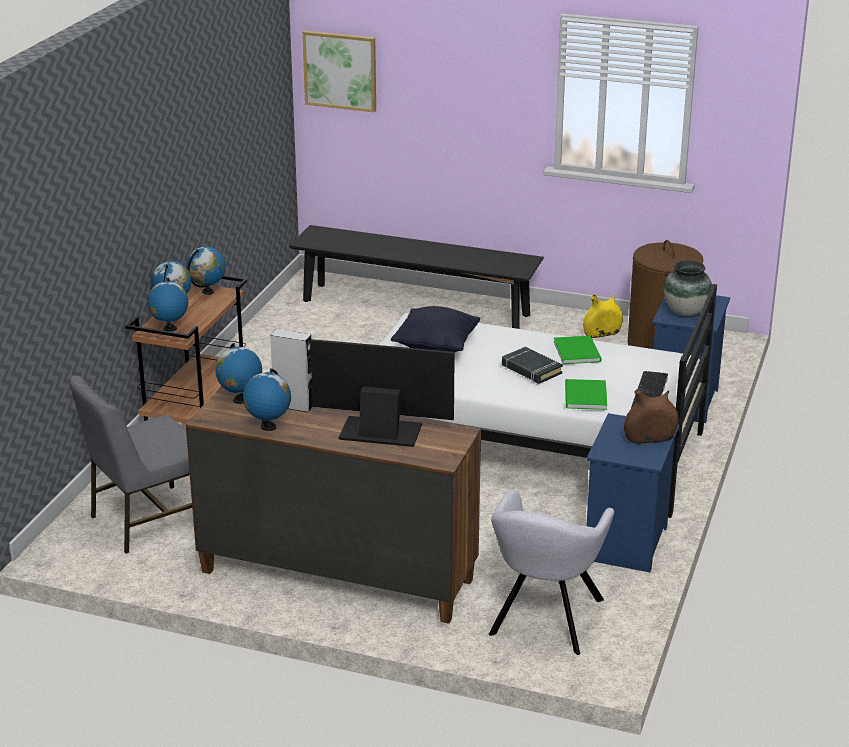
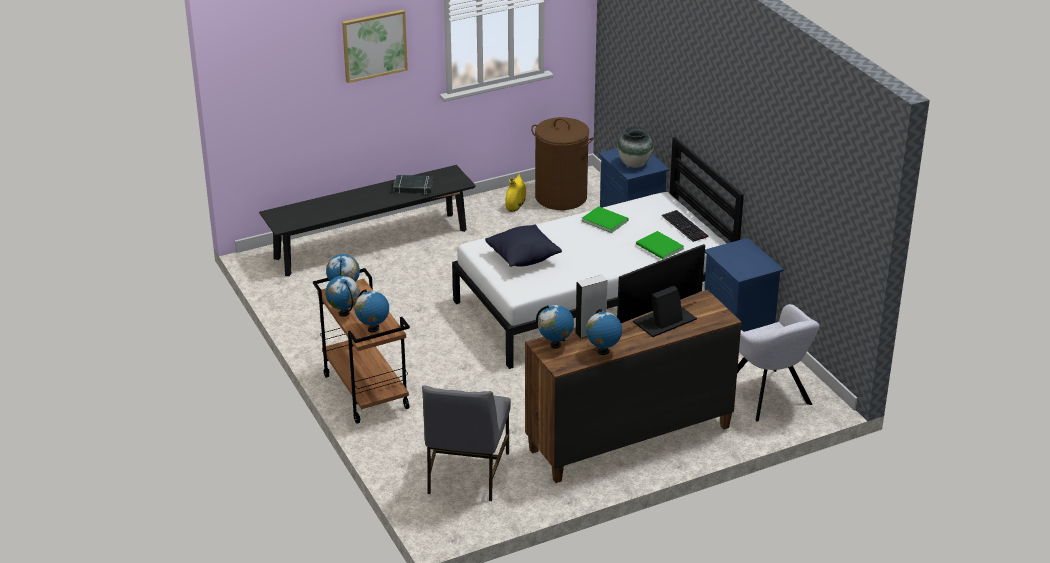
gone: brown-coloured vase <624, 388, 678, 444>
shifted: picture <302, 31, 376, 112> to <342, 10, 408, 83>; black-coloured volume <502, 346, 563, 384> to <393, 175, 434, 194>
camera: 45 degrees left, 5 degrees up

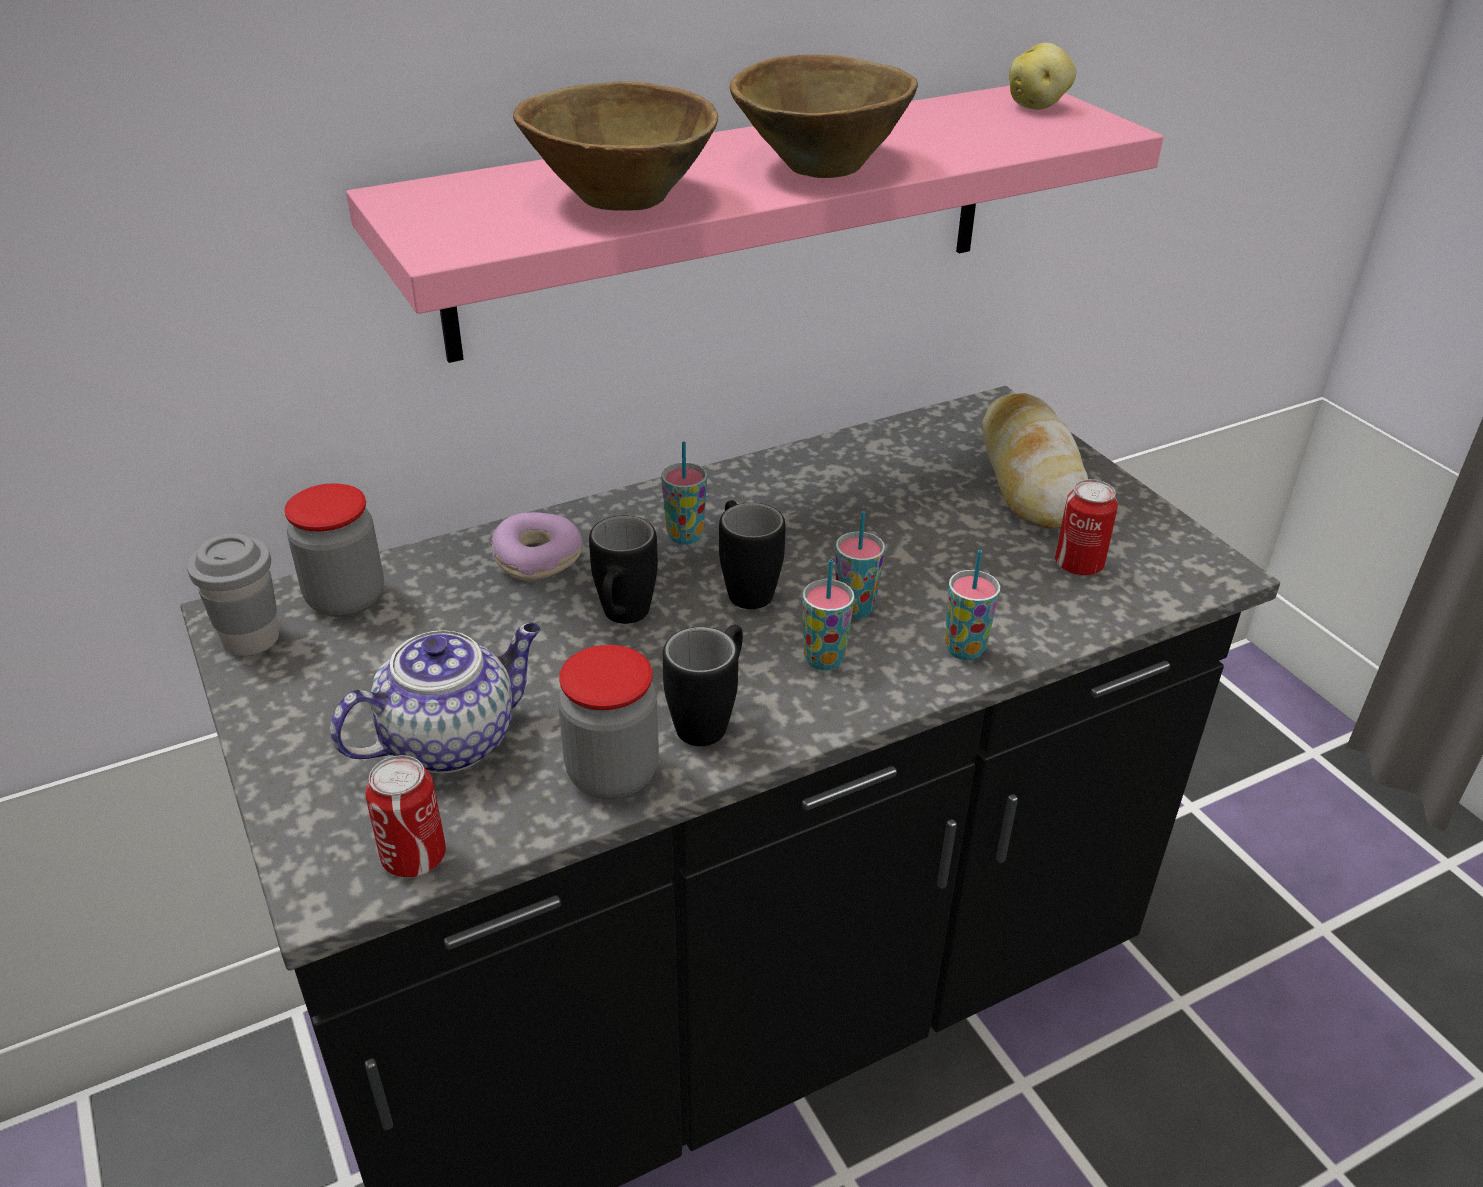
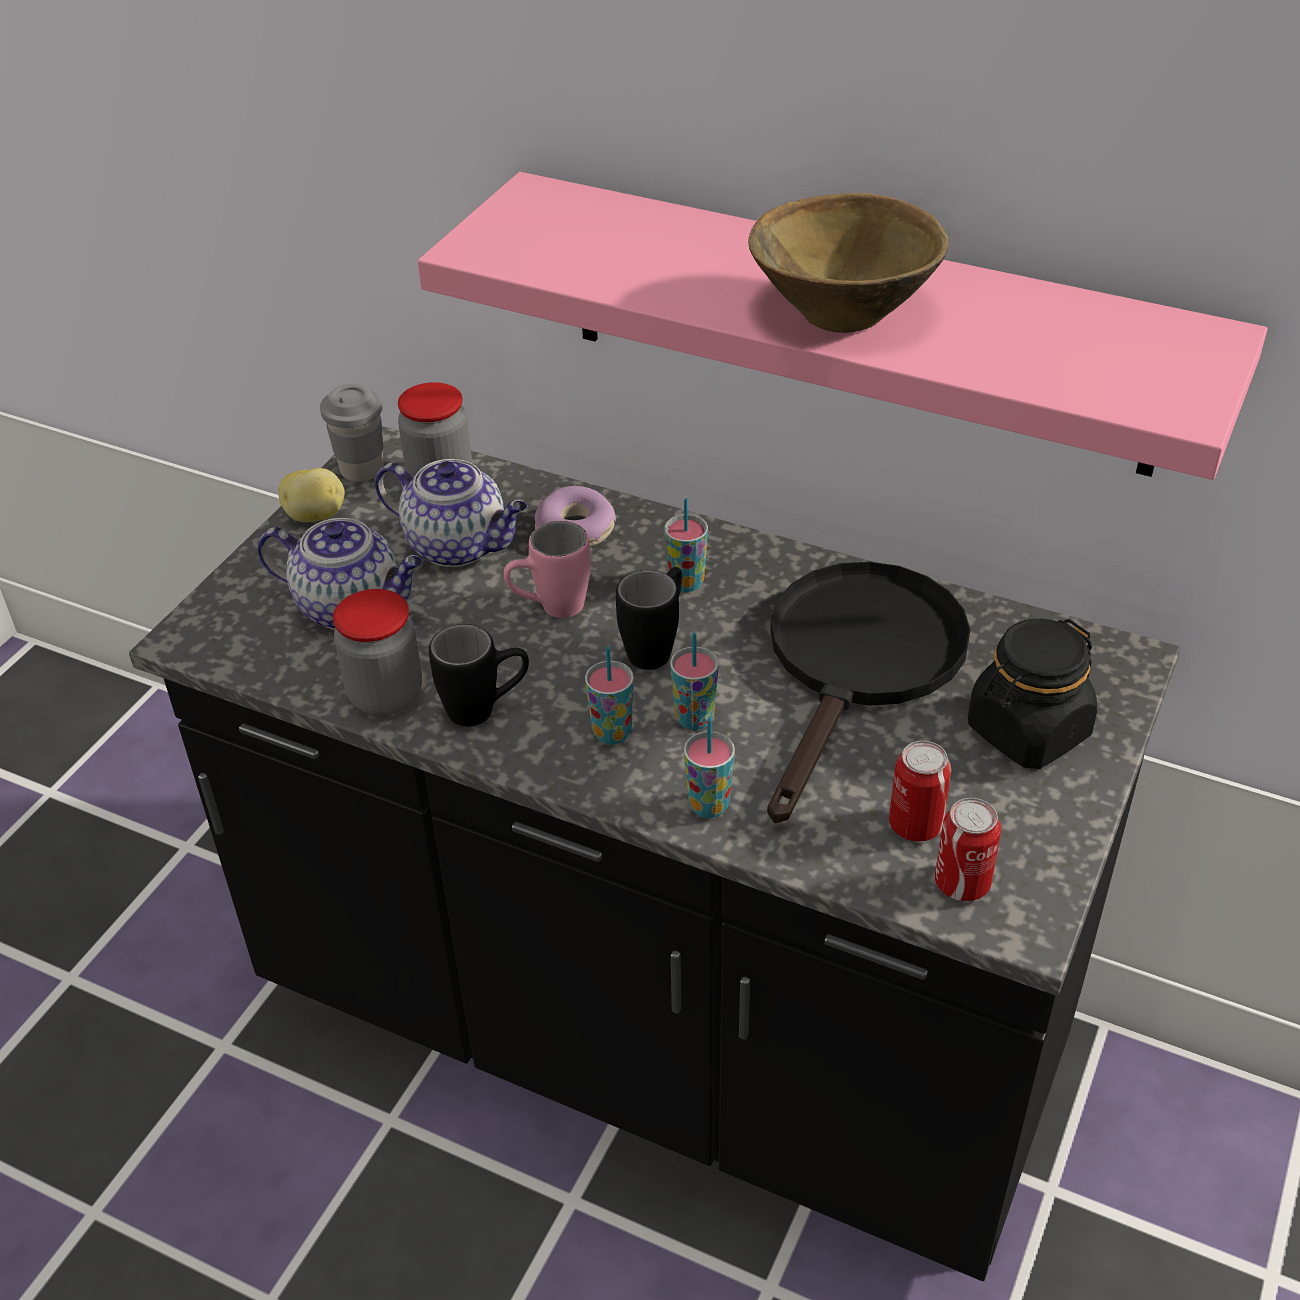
gone: brown-coloured serving bowl <513, 81, 718, 211>
new: teapot <375, 459, 527, 567>; black-coloured pan <767, 562, 970, 823>
shifted: spud <1009, 43, 1076, 110> to <278, 468, 345, 522>; sealed can <365, 755, 446, 878> to <935, 798, 1001, 901>
swapped: bread <982, 393, 1088, 528> to black-coloured preserve jar <968, 619, 1097, 769>
repainted: black-coloured tea mug <589, 516, 658, 624> to pinkish tea mug <504, 521, 591, 618>
camera: 55 degrees right, 5 degrees up

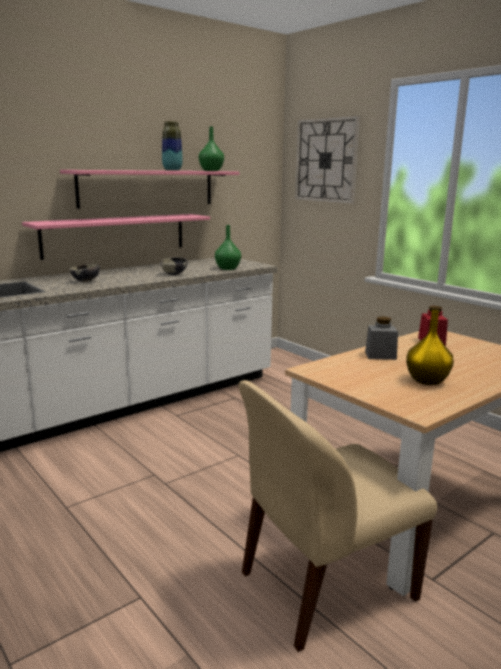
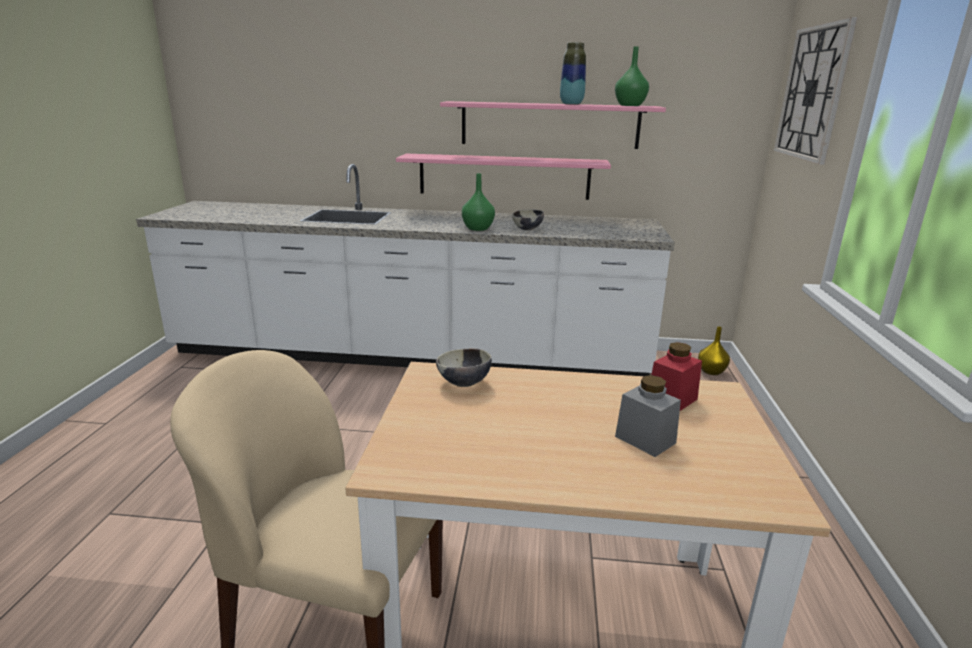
shifted: green-coloured vase <215, 225, 241, 270> to <462, 173, 495, 231>; serving bowl <69, 264, 100, 282> to <436, 348, 492, 387>; yellowish vase <406, 310, 454, 385> to <698, 326, 730, 375>; grey preserve jar <365, 316, 398, 360> to <615, 375, 681, 457>
camera: 45 degrees right, 5 degrees up

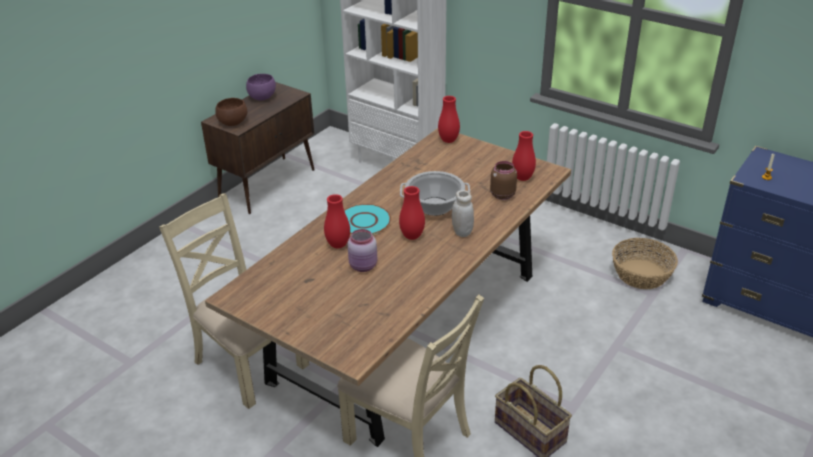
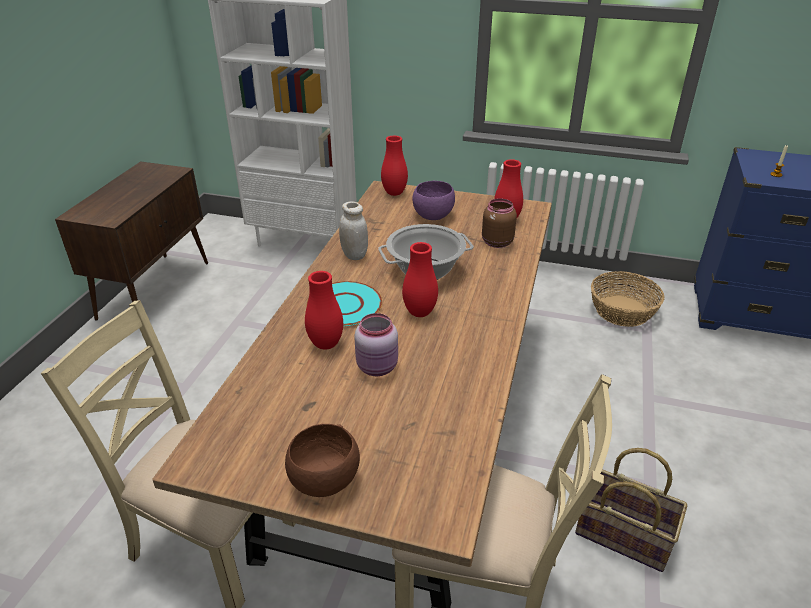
shifted: purplish serving bowl <246, 74, 276, 100> to <412, 181, 455, 220>; brown-coloured serving bowl <215, 98, 247, 126> to <285, 424, 360, 497>; white-coloured preserve jar <452, 190, 474, 237> to <339, 201, 368, 260>
camera: 20 degrees left, 0 degrees up

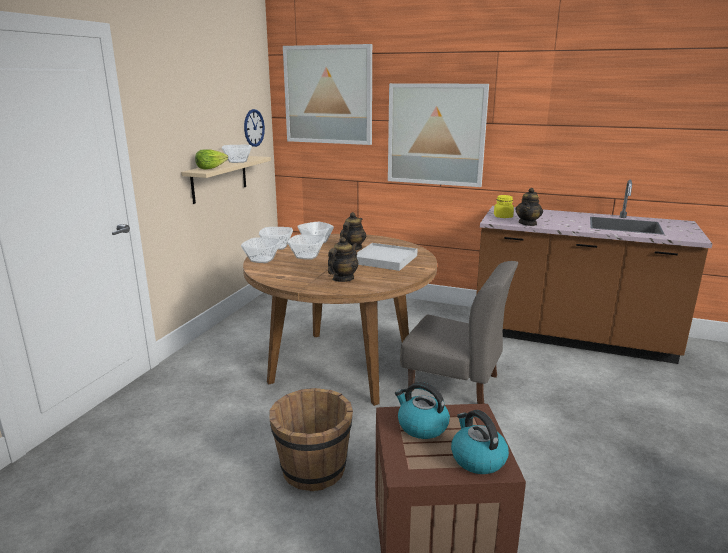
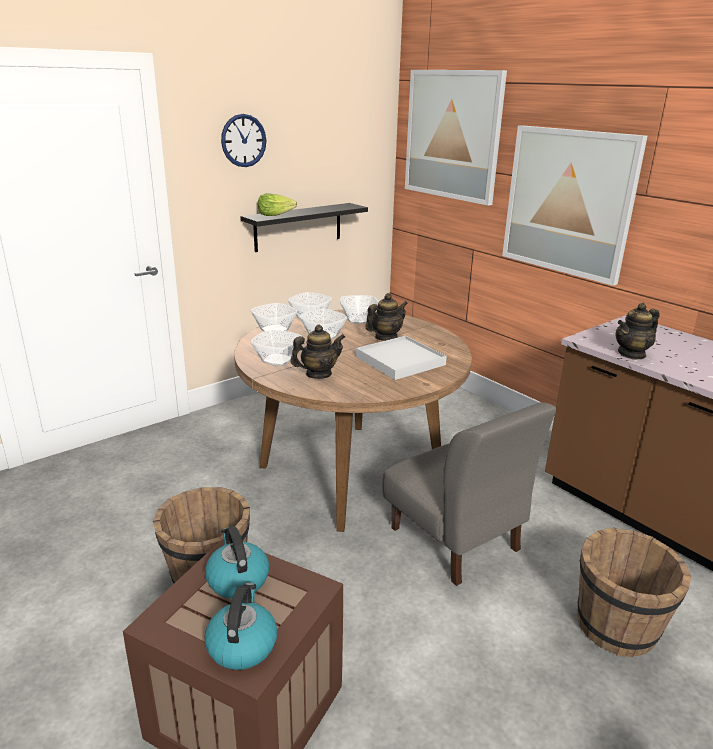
gone: yellowish preserve jar <494, 195, 514, 218>
new: brown-coloured water bucket <577, 527, 691, 657>
shifted: wall clock <244, 109, 265, 147> to <221, 114, 266, 167>; serving bowl <222, 145, 252, 163> to <251, 330, 302, 366>
repainted: beige shelf <181, 156, 271, 204> to black-coloured shelf <240, 203, 368, 252>
camera: 30 degrees right, 5 degrees up

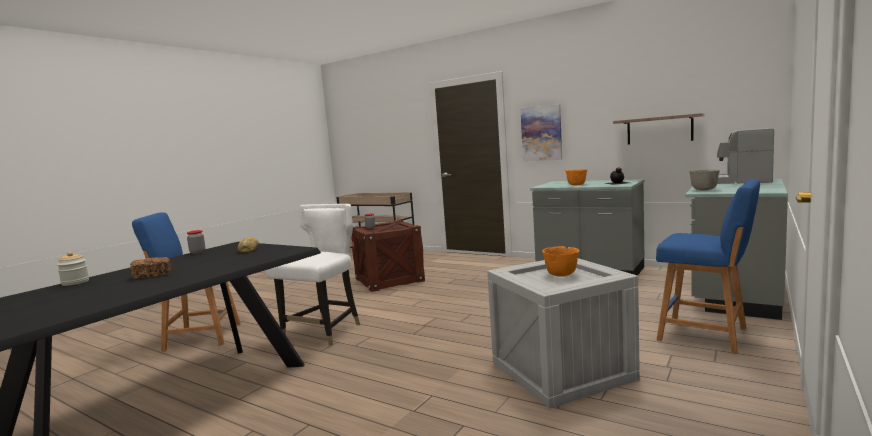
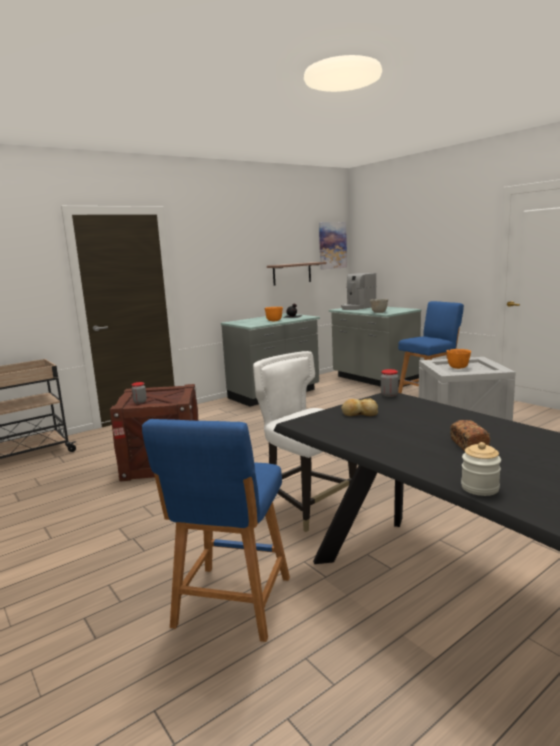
shifted: picture <520, 104, 562, 162> to <319, 222, 347, 270>; preserve jar <187, 230, 206, 254> to <381, 369, 399, 397>
camera: 70 degrees left, 5 degrees up

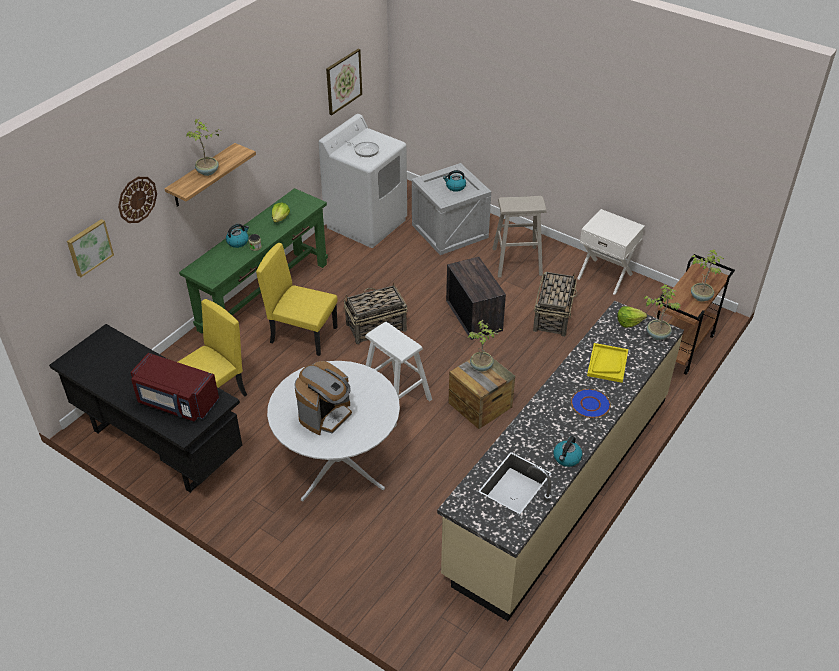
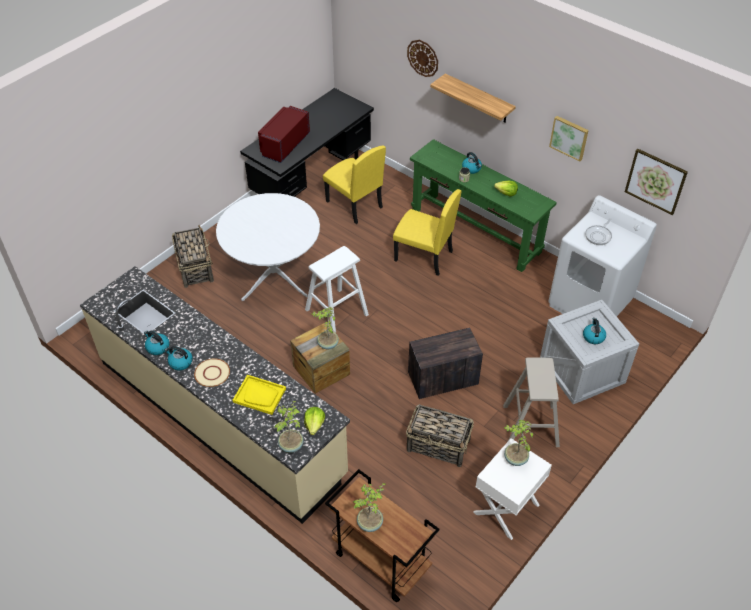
gone: coffee machine <295, 361, 352, 435>
new: kettle <164, 346, 193, 370>
shifted: houseplant <186, 119, 220, 176> to <504, 420, 533, 466>; picture <67, 219, 114, 277> to <549, 116, 589, 161>; storage basket <344, 282, 407, 344> to <172, 225, 214, 288>
repainted: blue flat dish <571, 389, 610, 418> to beige flat dish <194, 358, 230, 387>
rotated: yellowish plain chair <256, 243, 338, 356> = <393, 189, 461, 276> 90 degrees clockwise
camera: 95 degrees right, 5 degrees up

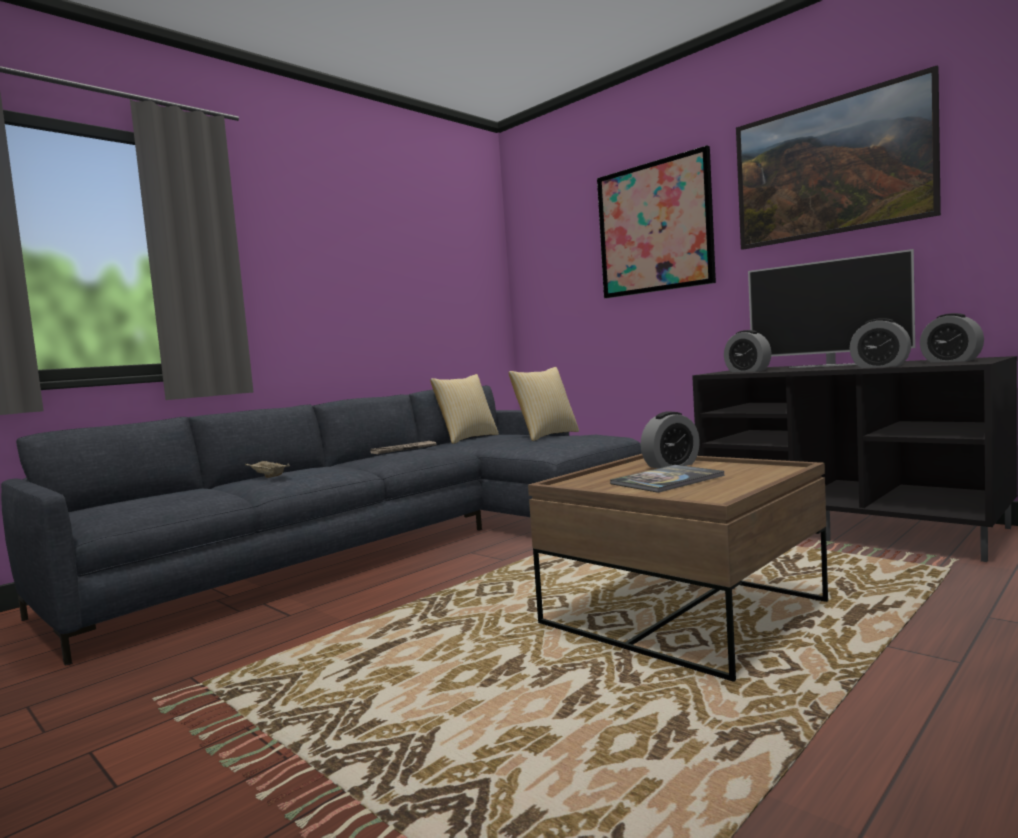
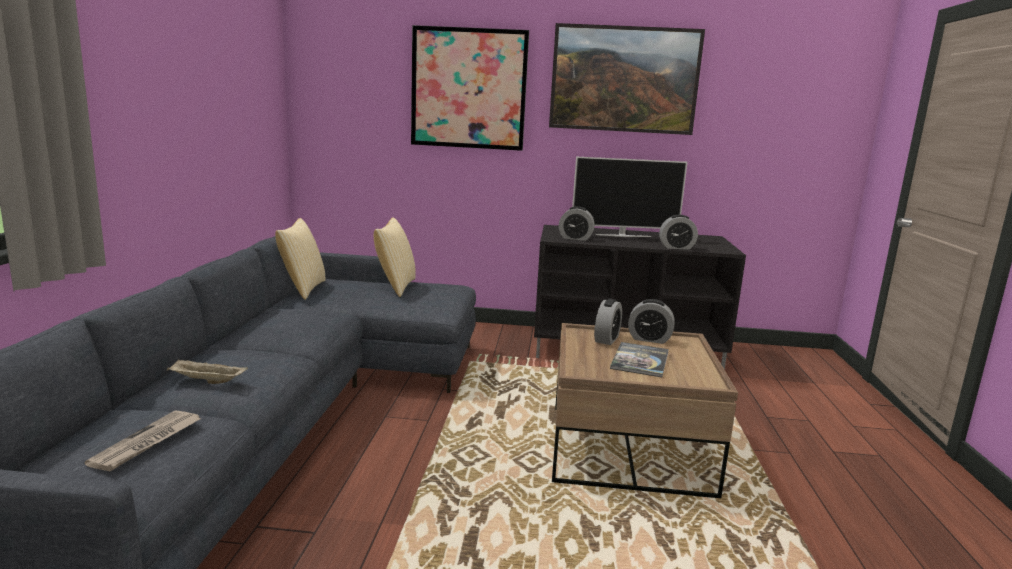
shifted: bedside clock <920, 313, 984, 362> to <628, 299, 675, 344>; daily paper <370, 441, 436, 454> to <84, 410, 202, 471>
camera: 40 degrees left, 10 degrees up

